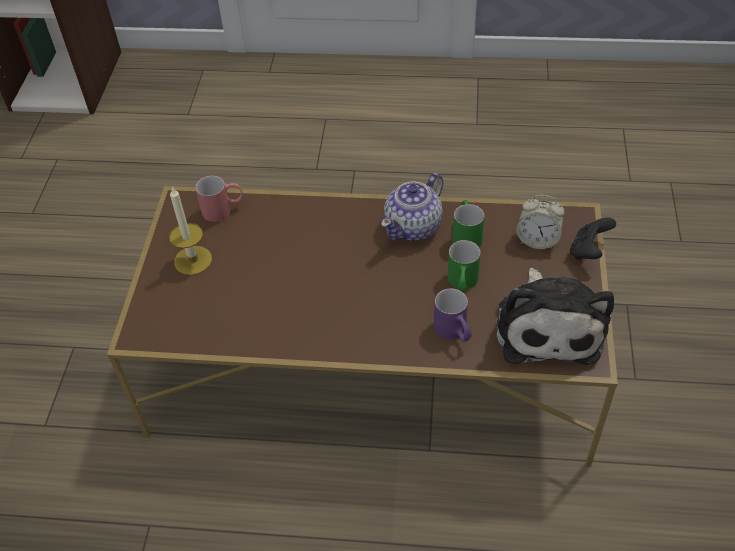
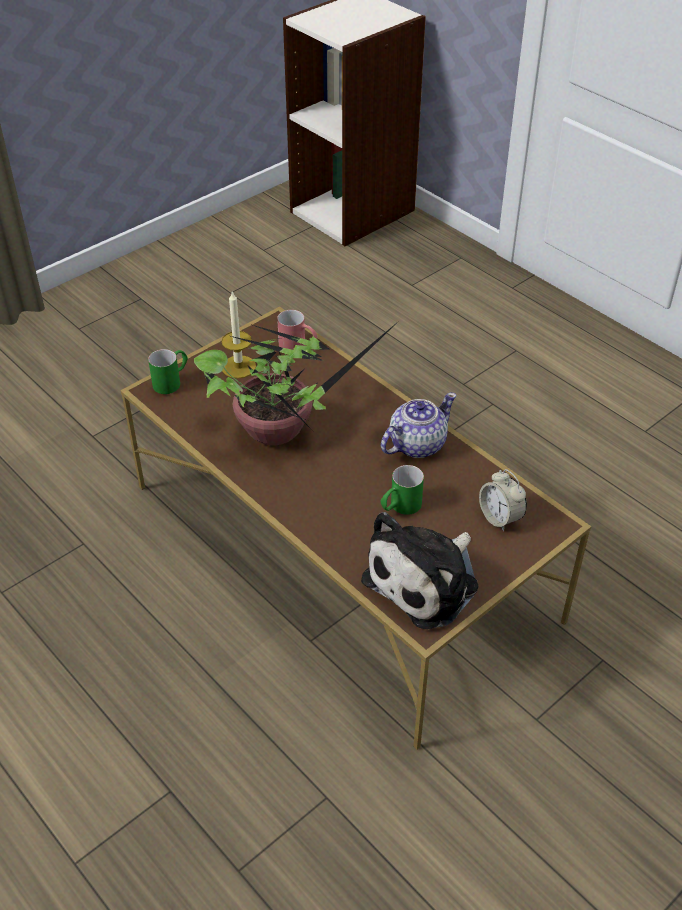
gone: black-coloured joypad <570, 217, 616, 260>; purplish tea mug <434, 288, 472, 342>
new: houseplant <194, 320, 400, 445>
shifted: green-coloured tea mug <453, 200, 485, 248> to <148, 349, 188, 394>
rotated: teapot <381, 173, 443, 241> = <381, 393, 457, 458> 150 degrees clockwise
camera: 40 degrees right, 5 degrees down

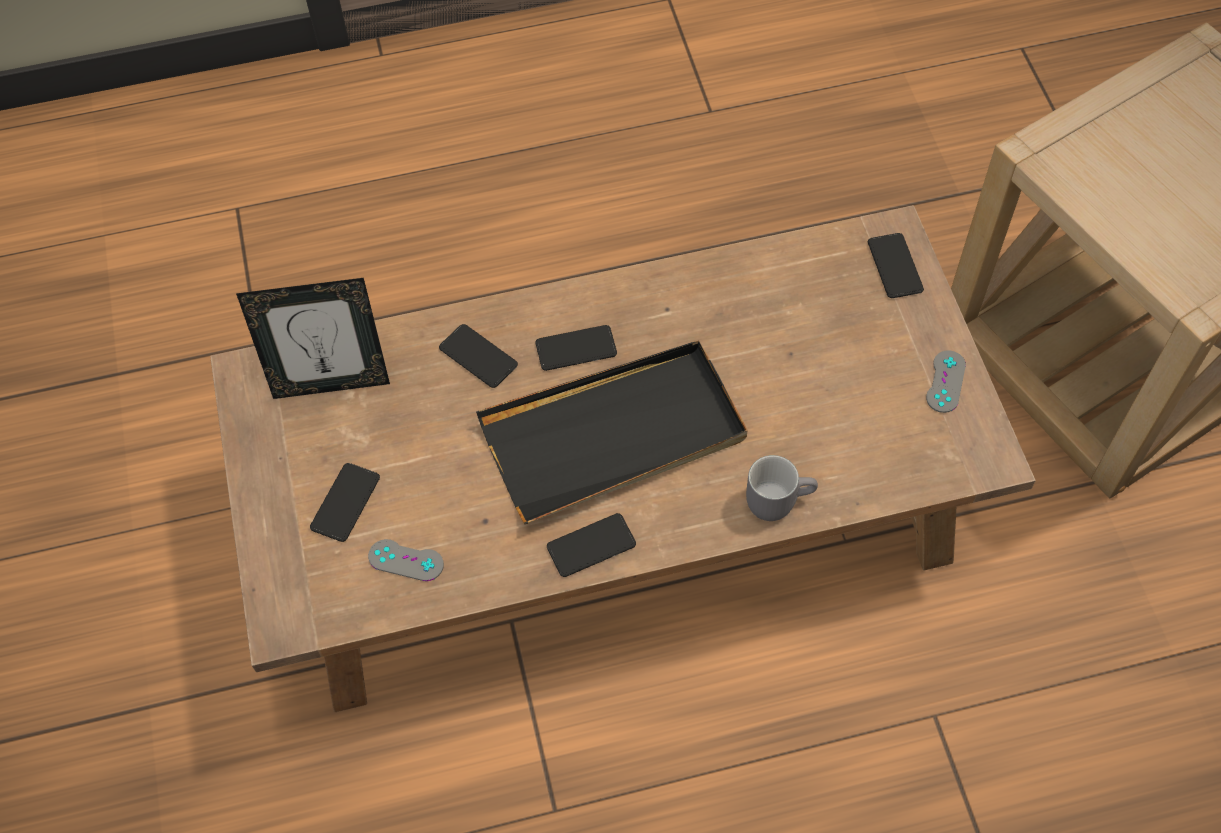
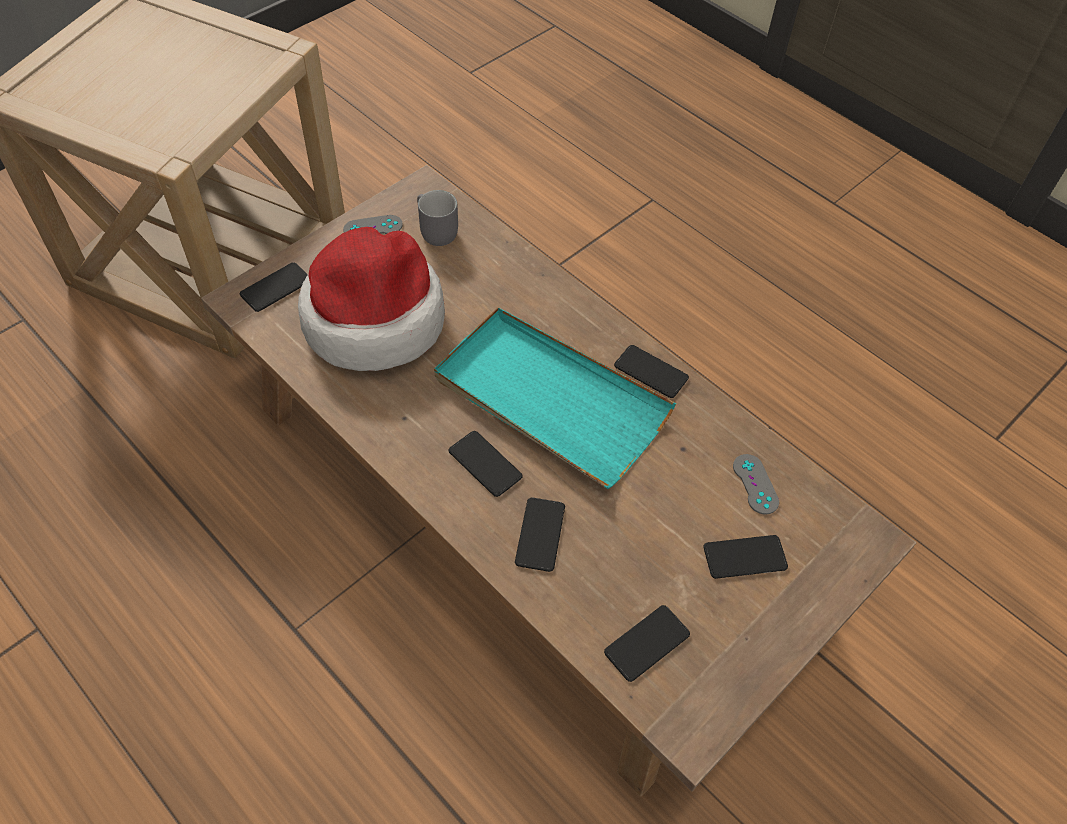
new: hat <298, 227, 445, 371>
shifted: grey tea mug <746, 455, 818, 521> to <417, 190, 458, 246>
swapped: picture frame <236, 278, 390, 399> to phone <604, 605, 690, 682>
repainted: black-coloured carrying tray <476, 340, 747, 524> to turquoise carrying tray <434, 307, 676, 489>
camera: 125 degrees left, 5 degrees down

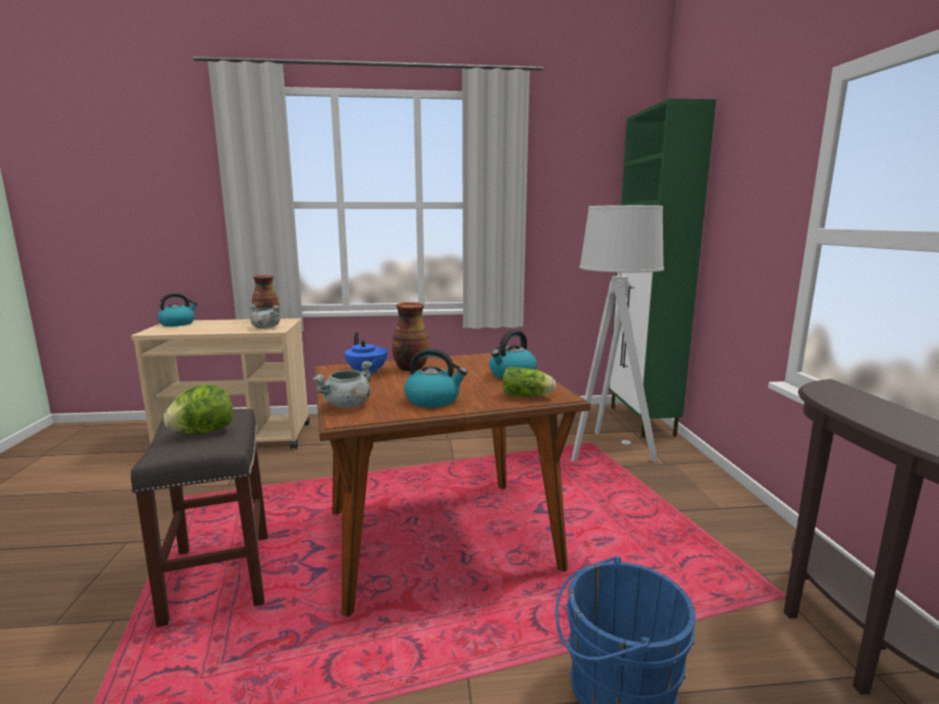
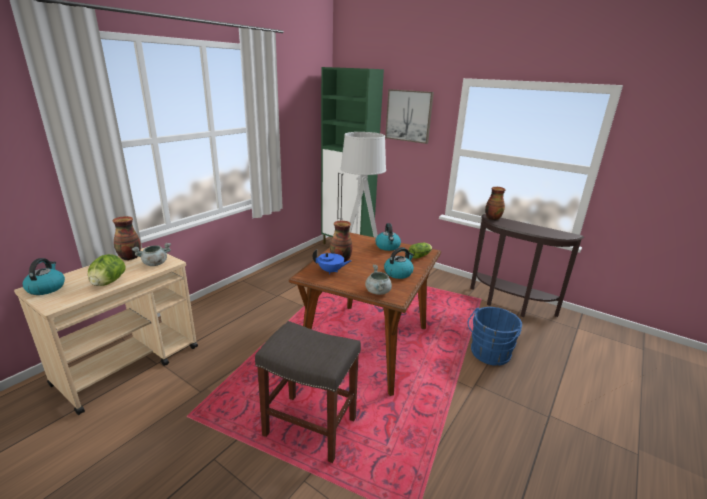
new: picture <385, 89, 434, 144>; vase <485, 187, 505, 220>
shifted: lettuce head <164, 384, 233, 434> to <88, 254, 126, 286>
camera: 50 degrees left, 10 degrees up

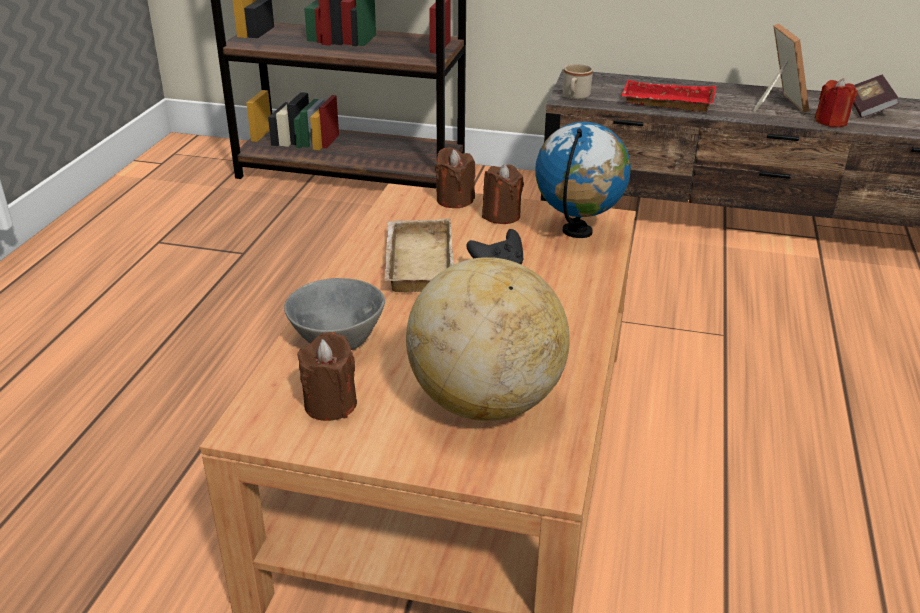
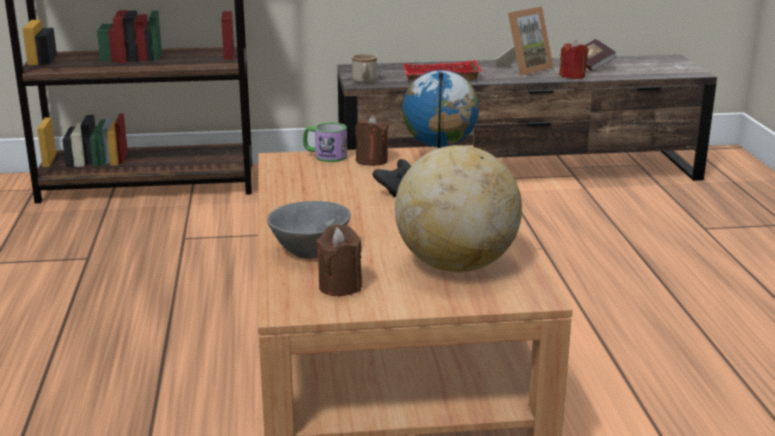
gone: beige carrying tray <384, 219, 454, 293>
swapped: brown-coloured wax light <435, 147, 476, 208> to tea mug <303, 122, 347, 162>
rotated: picture frame <754, 24, 809, 113> = <496, 7, 554, 76> 75 degrees clockwise
camera: 20 degrees left, 10 degrees down

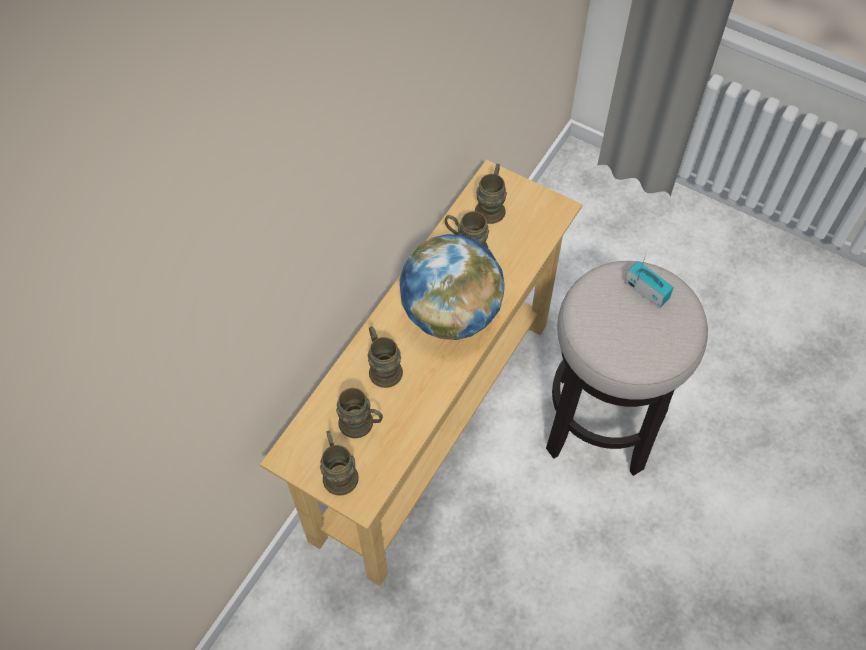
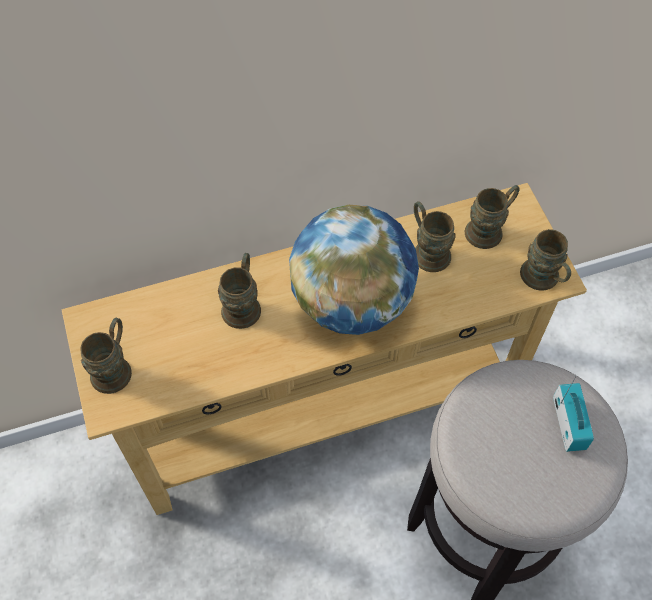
shifted: brown-coloured tea mug <336, 388, 383, 438> to <520, 229, 571, 291>
camera: 40 degrees right, 0 degrees up

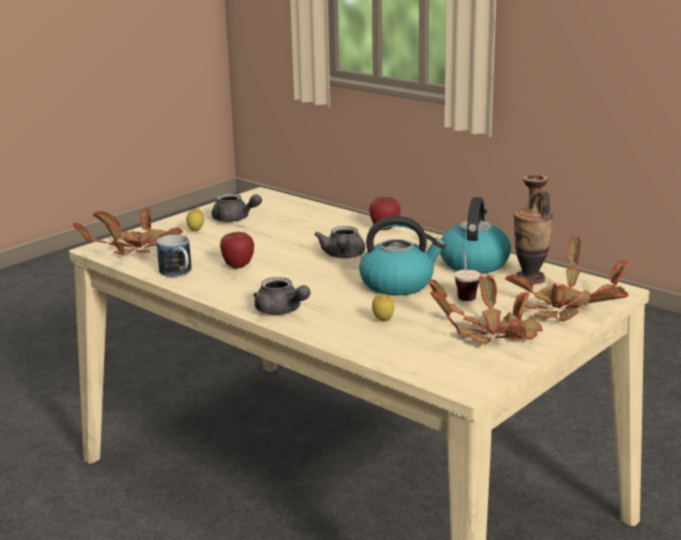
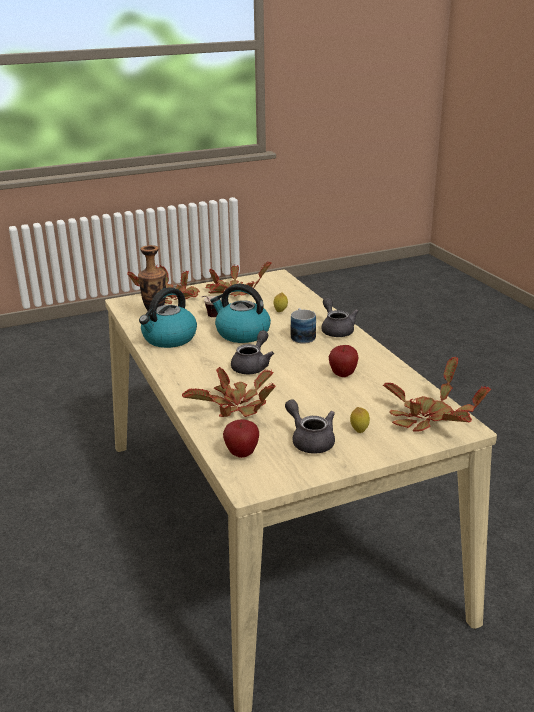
new: houseplant <182, 367, 276, 417>
shifted: whole apple <369, 197, 401, 230> to <223, 419, 259, 458>; tea mug <157, 235, 192, 277> to <291, 308, 316, 344>
camera: 155 degrees left, 5 degrees up

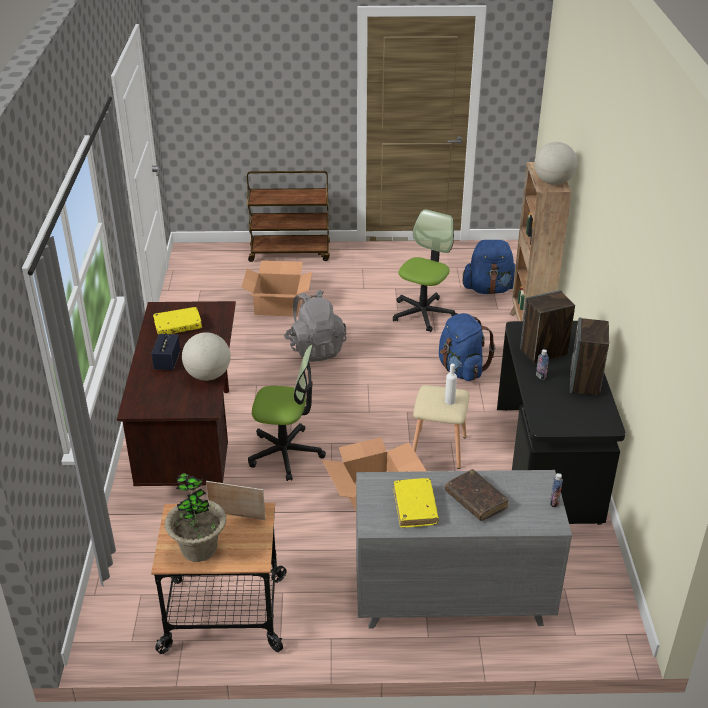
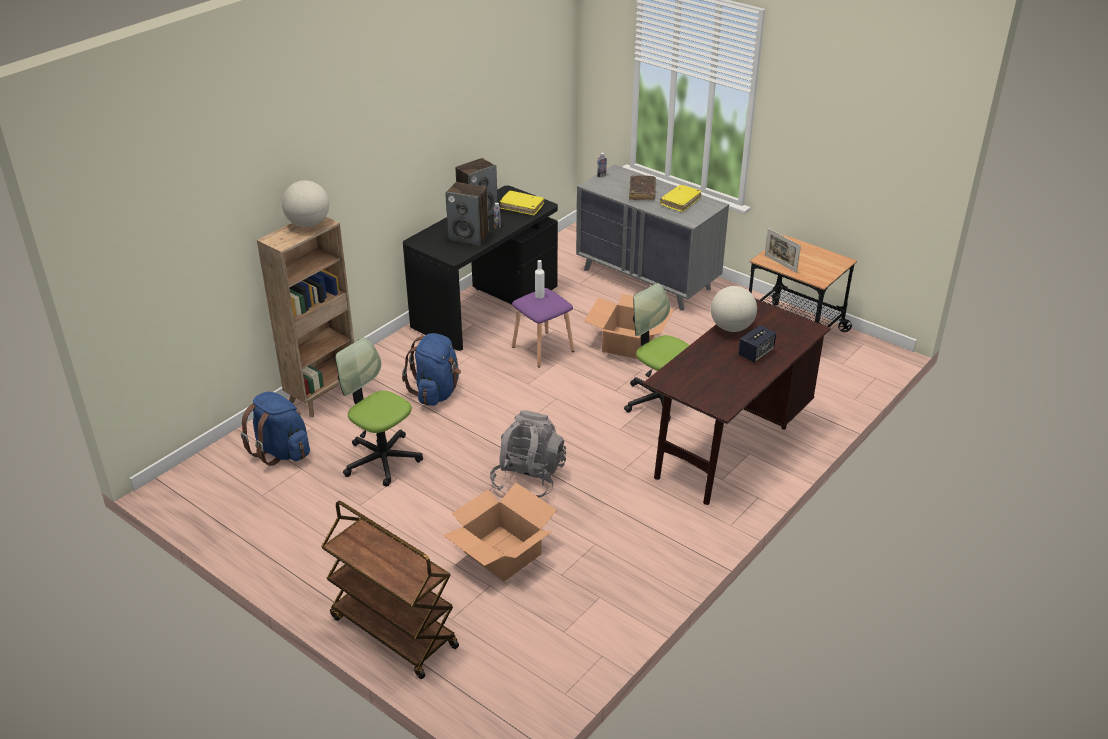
gone: houseplant <165, 473, 227, 562>
shifted: yellowish volume <153, 307, 202, 335> to <500, 191, 544, 215>
repainted: beige stool seat <412, 385, 469, 469> to purplish stool seat <512, 288, 574, 368>
rotated: computer chair <393, 209, 457, 332> = <335, 338, 423, 487> 60 degrees clockwise
camera: 140 degrees left, 0 degrees up

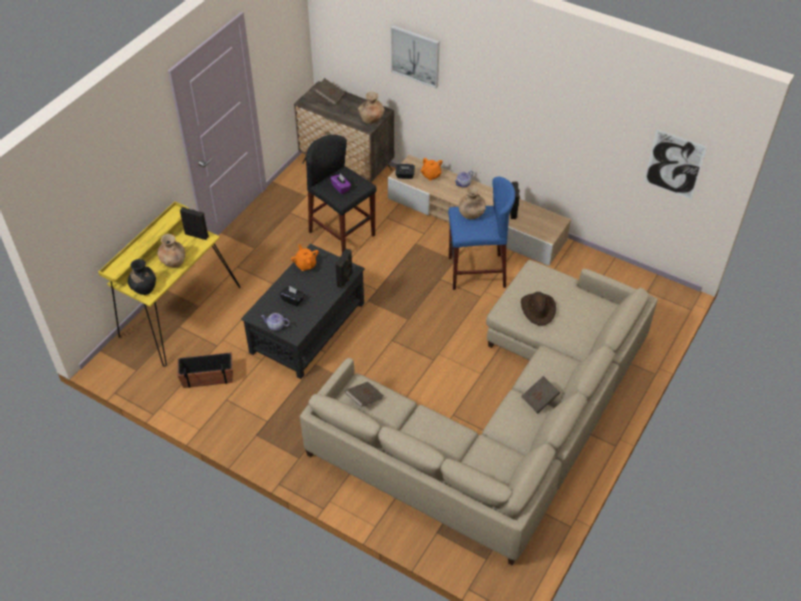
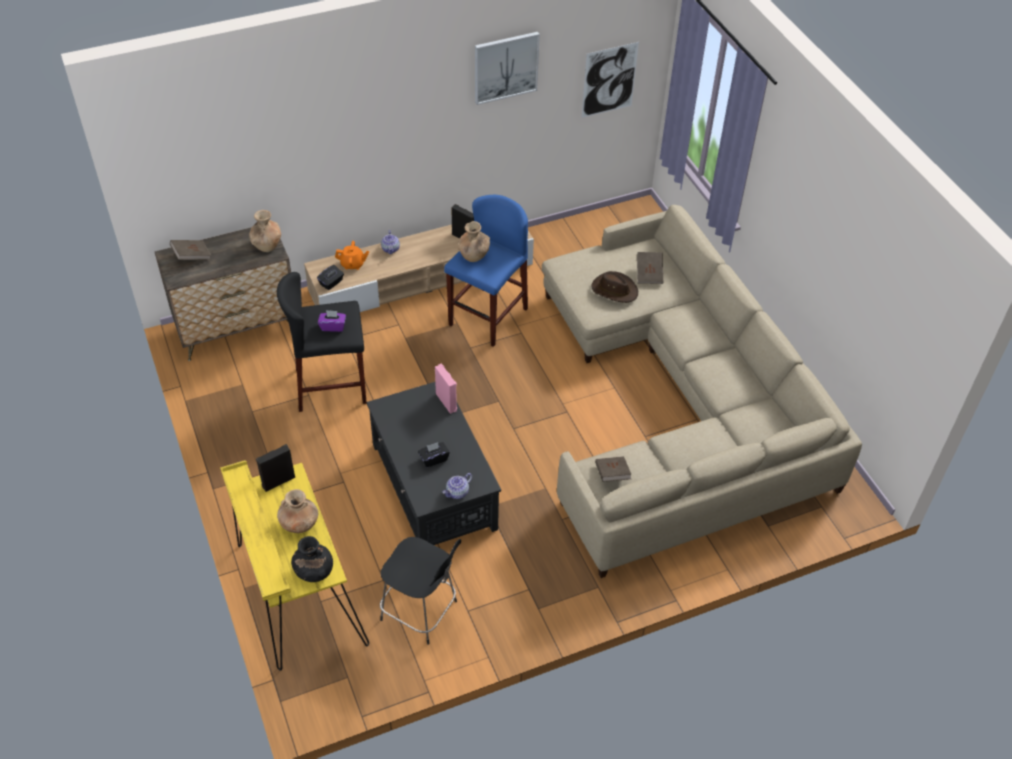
gone: orange-coloured teapot <291, 244, 319, 271>
shifted: picture <391, 25, 440, 88> to <475, 32, 540, 105>; brown-coloured volume <521, 376, 560, 414> to <637, 252, 663, 284>
swapped: flower pot <177, 352, 233, 388> to black-coloured stool seat <380, 537, 461, 645>
repainted: black-coloured audio speaker <336, 249, 353, 289> to pinkish audio speaker <435, 364, 457, 414>
camera: 55 degrees left, 0 degrees up

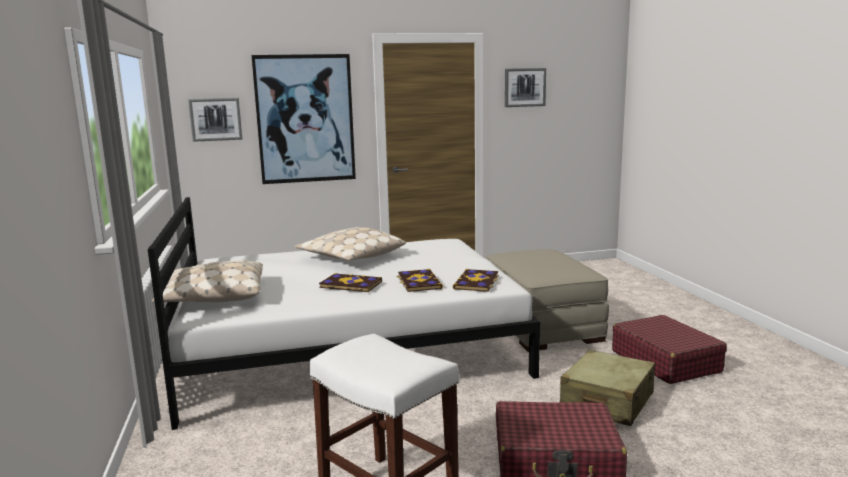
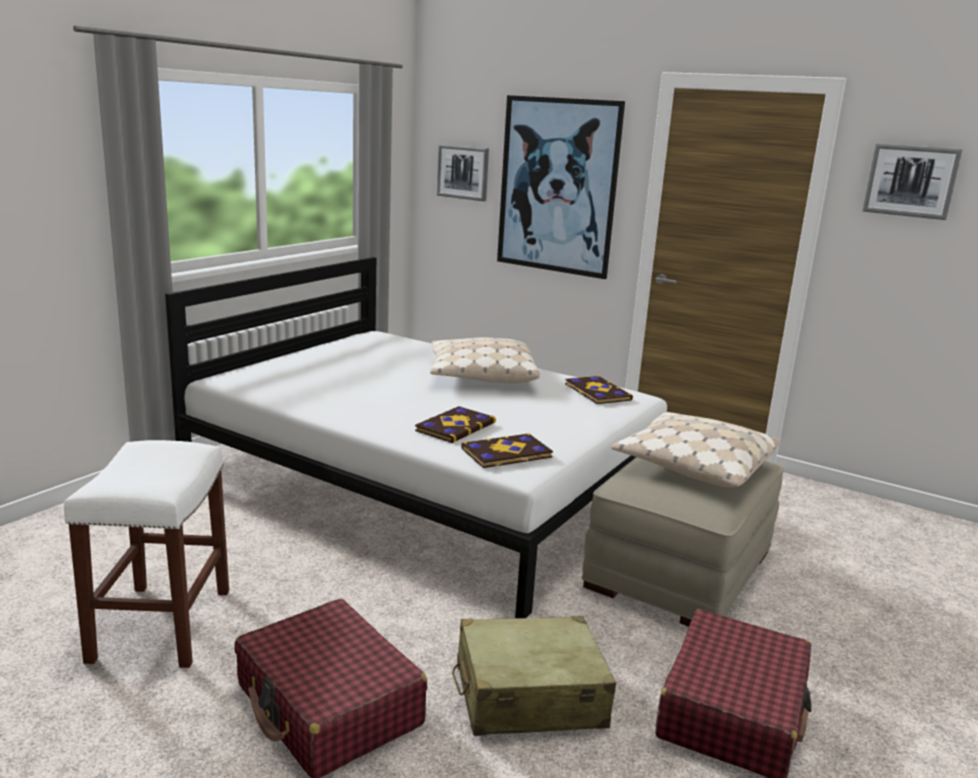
shifted: beige throw pillow <152, 260, 263, 302> to <611, 412, 780, 488>; volume <319, 273, 382, 292> to <565, 375, 633, 404>
camera: 45 degrees right, 5 degrees up

